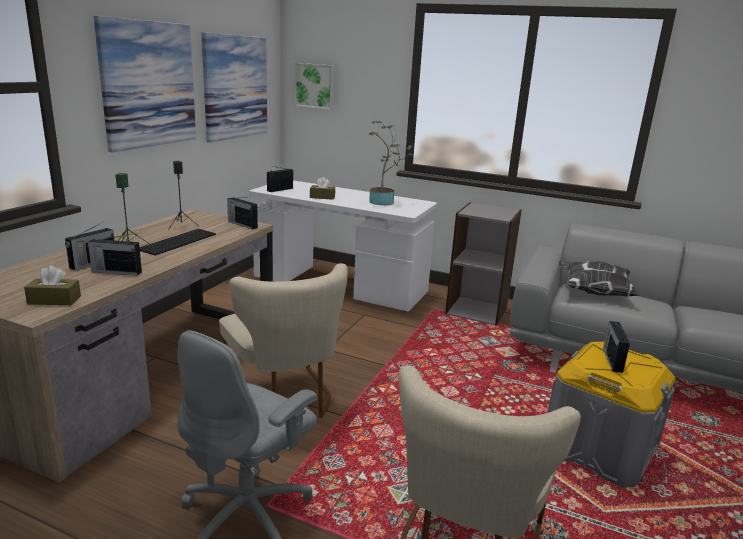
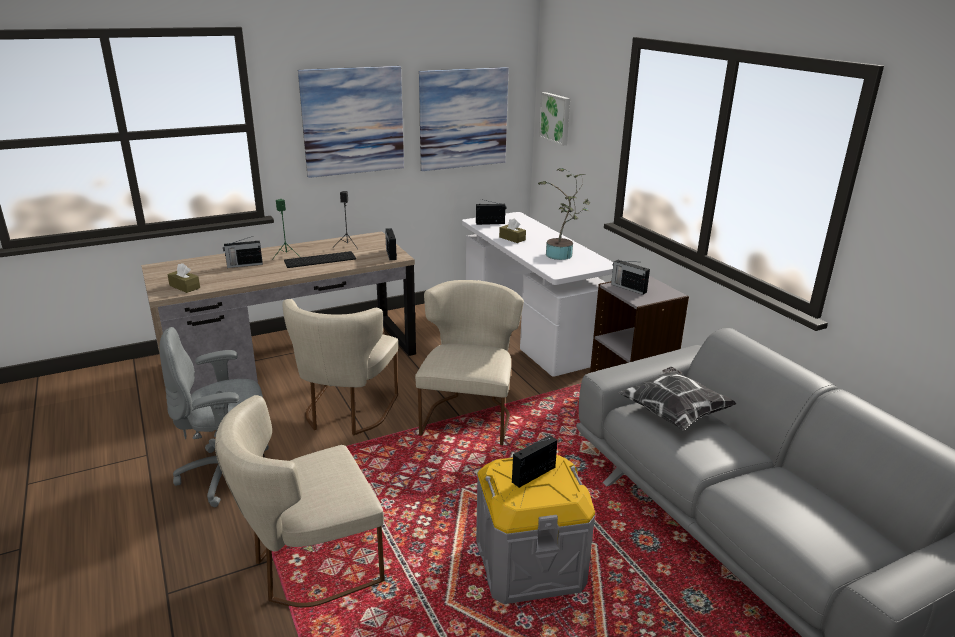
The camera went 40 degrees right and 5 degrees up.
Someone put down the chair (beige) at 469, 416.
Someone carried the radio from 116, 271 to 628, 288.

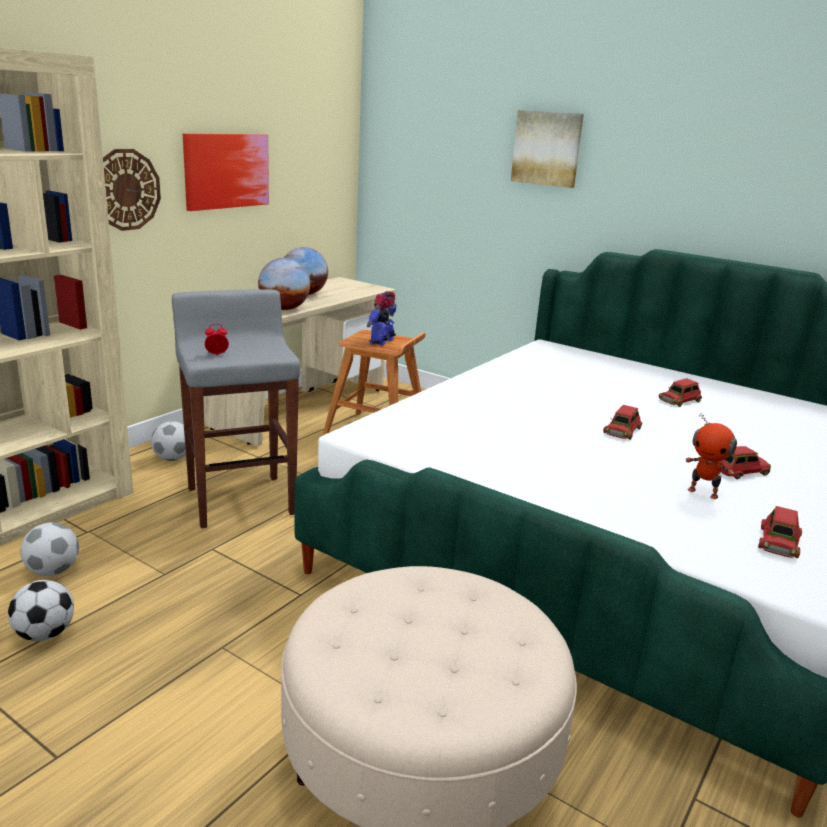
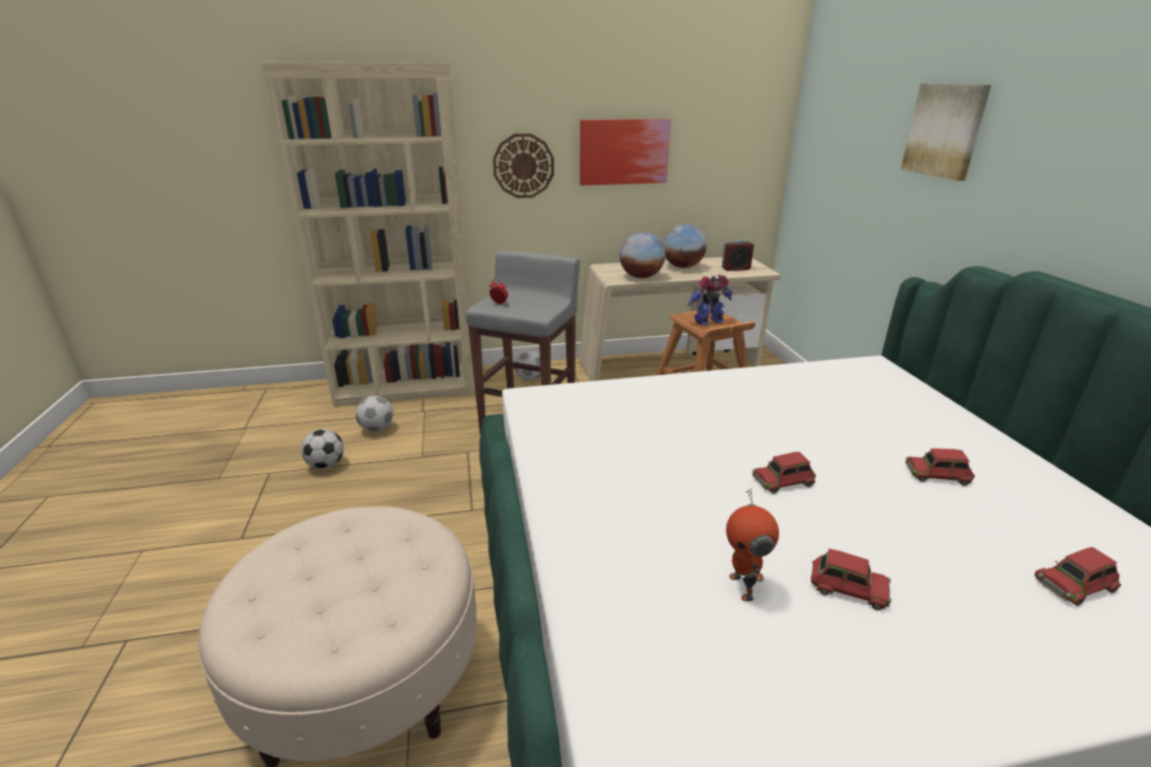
The camera went 45 degrees right and 5 degrees up.
Someone put down the alarm clock at 736, 268.
Someone carried the toy car (red) from 778, 542 to 1075, 584.

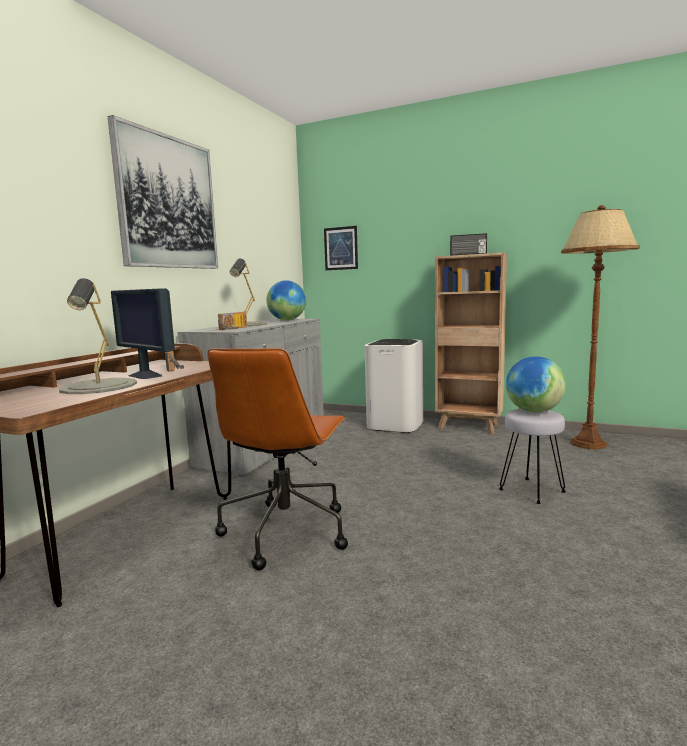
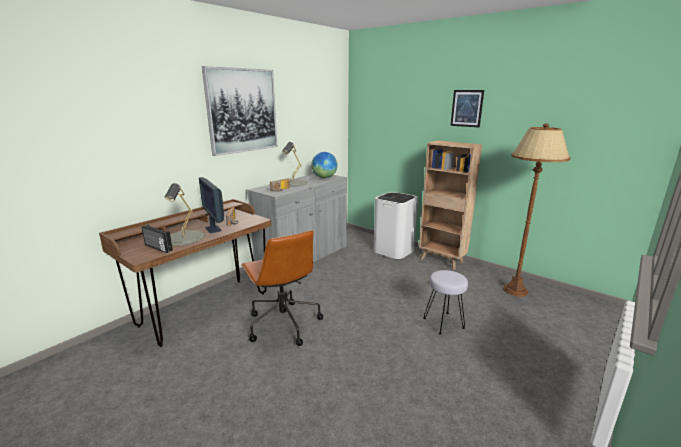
The camera went 15 degrees right and 10 degrees up.
Someone carried the radio from 468, 255 to 157, 248.
Someone rotated the office chair (brown) at 286, 531 by 60 degrees counterclockwise.
Someone carried the picture from 341, 248 to 466, 108.
Someone took away the globe at 533, 411.

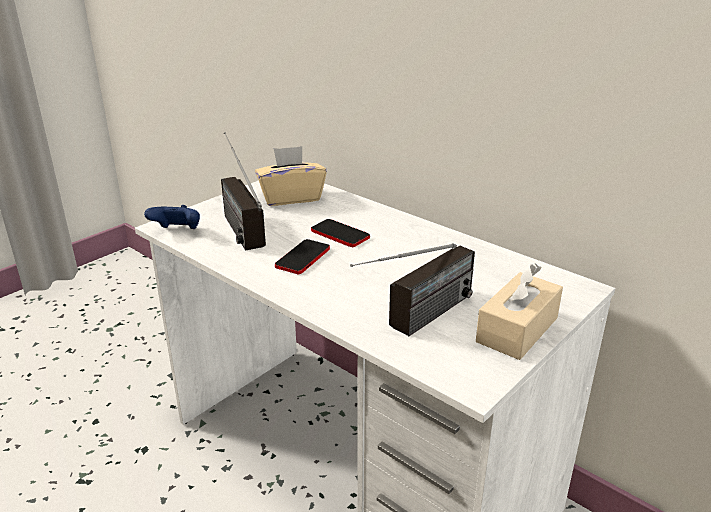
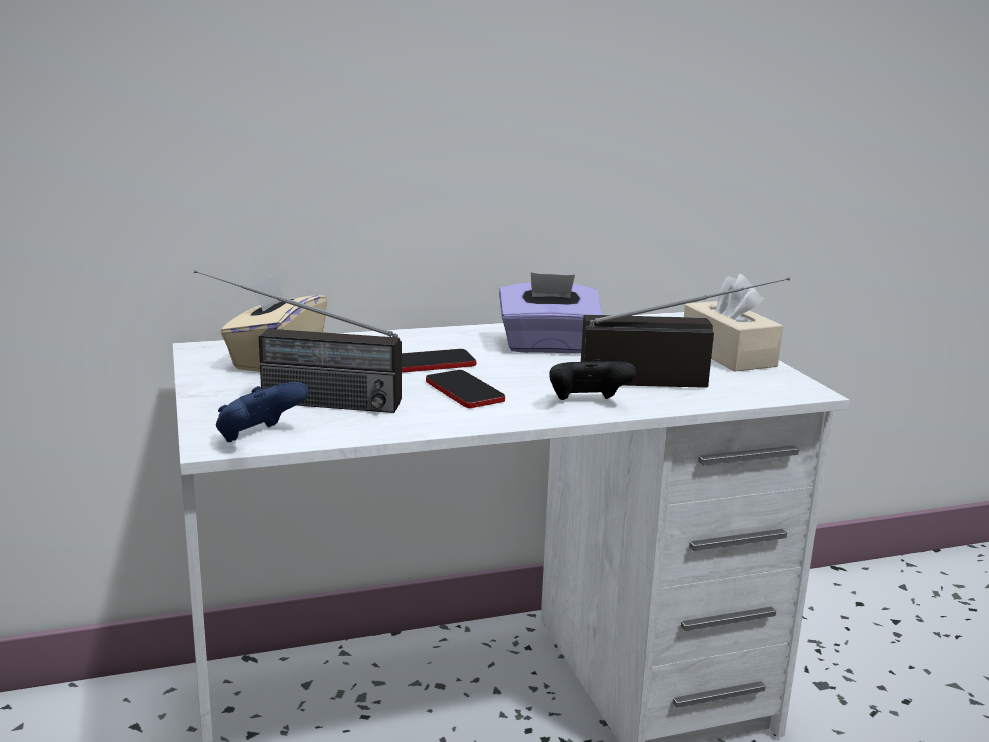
The camera went 60 degrees left and 10 degrees down.
Someone put down the tissue box (purple) at 548, 347.
Someone put down the game controller (black) at 587, 403.
Someone rotated the radio at 416, 322 by 75 degrees counterclockwise.

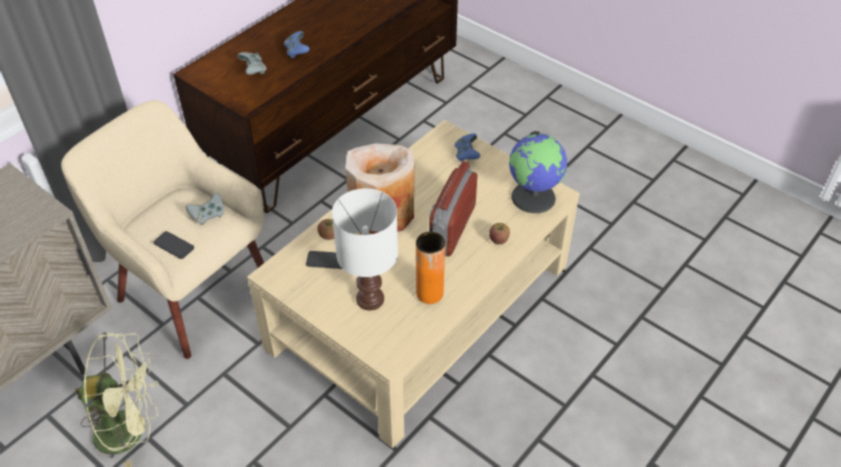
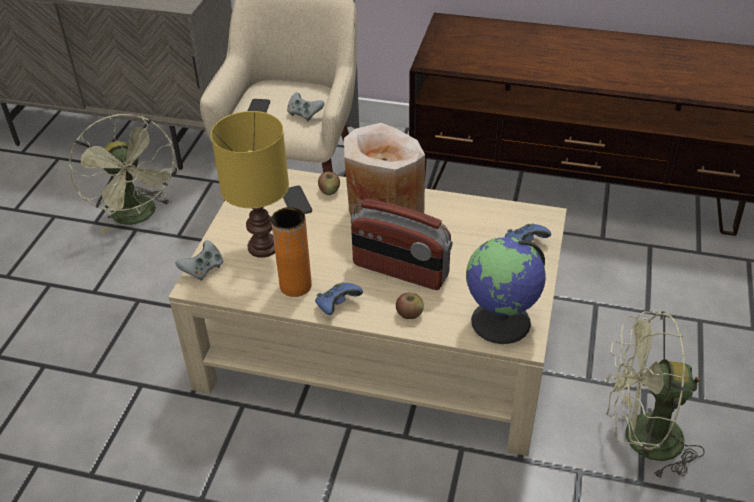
The camera went 65 degrees right and 5 degrees down.
Someone carried the game controller (grey) from 253, 70 to 203, 269.
Someone repainted the table lamp (white) at 369, 300, which became the table lamp (yellow) at 262, 246.
Someone carried the game controller (blue) from 297, 51 to 337, 305.
Someone rotated the radio at 451, 228 by 150 degrees counterclockwise.
Someone put down the fan (green) at 640, 439.

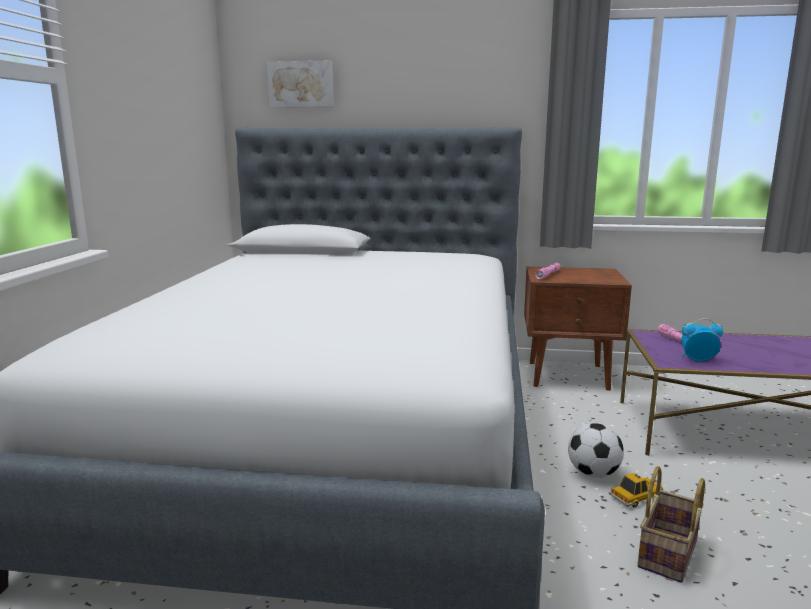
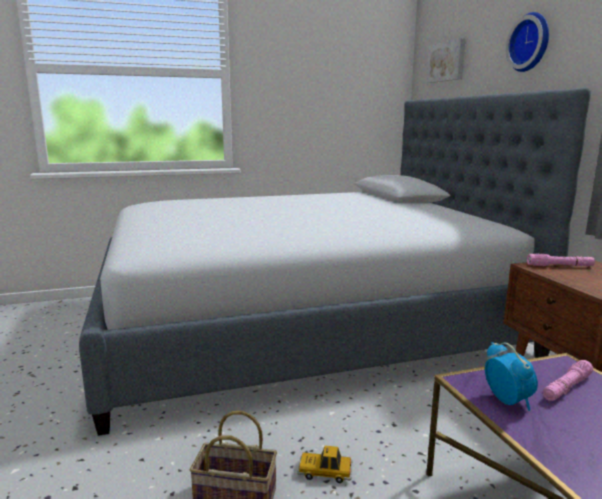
The camera went 65 degrees right and 0 degrees up.
Someone rotated the toy car at 636, 497 by 150 degrees clockwise.
Someone put up the wall clock at 531, 42.
Someone took away the football at 593, 473.

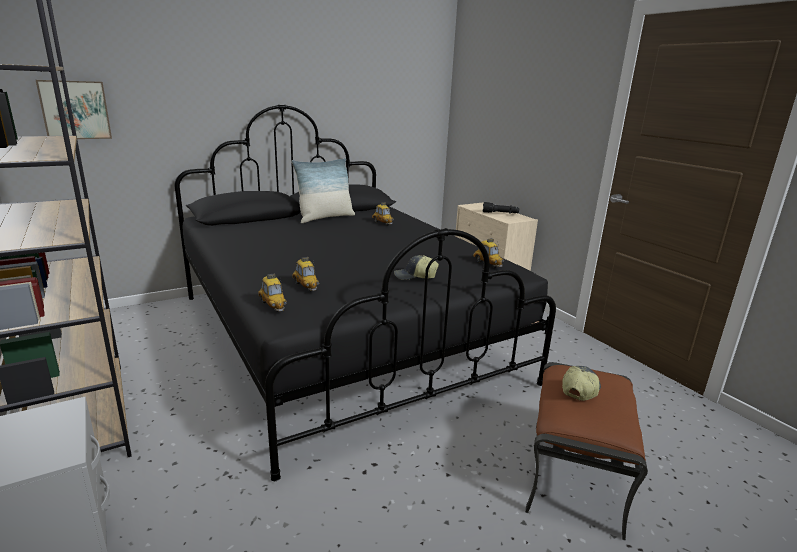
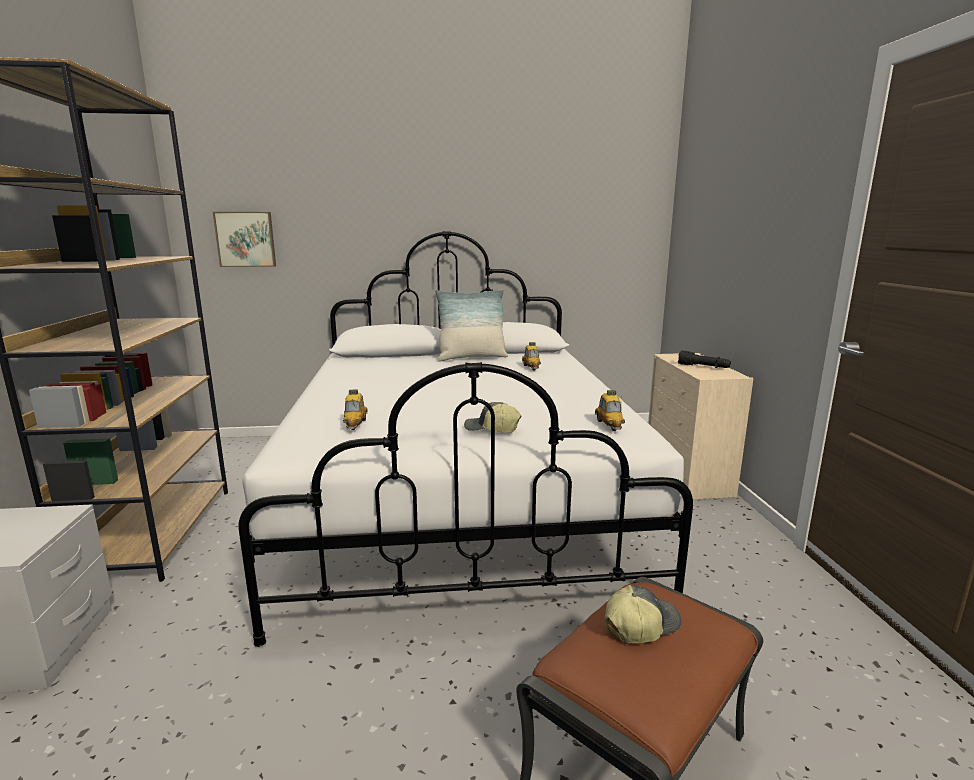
The camera went 25 degrees right and 5 degrees down.
Someone repainted the bed (black) at 342, 336, which became the bed (white) at 460, 499.
Someone took away the toy car at 273, 305.

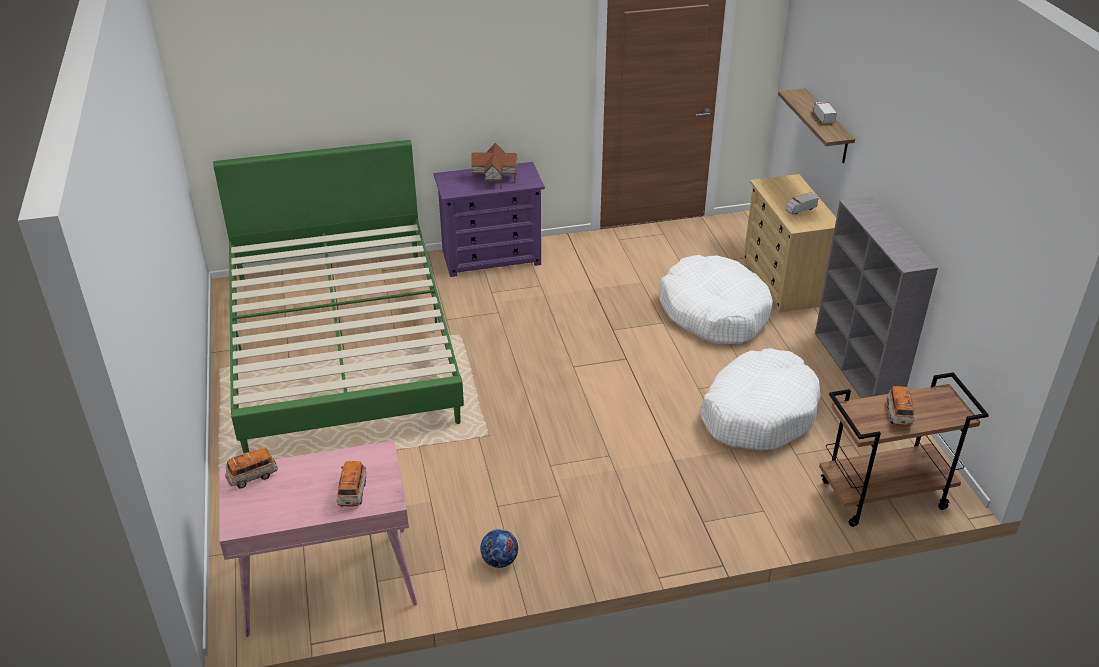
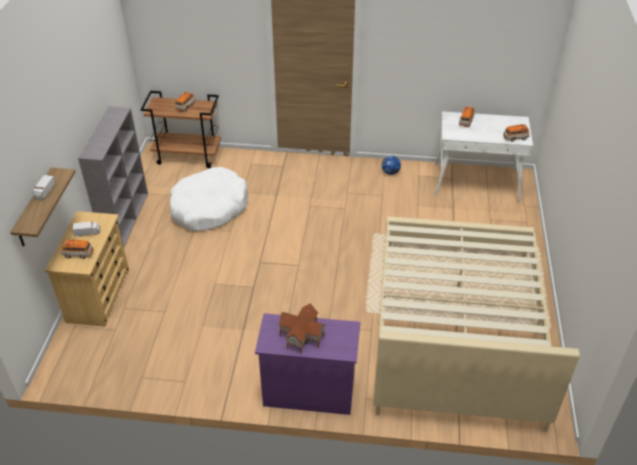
The camera went 160 degrees left and 5 degrees up.
Someone put down the toy car at 78, 254.
Someone repainted the bed (green) at 342, 344, which became the bed (beige) at 457, 327.
Someone repainted the desk (pink) at 327, 582, which became the desk (white) at 476, 182.
Someone took away the dog bed (white) at 714, 312.

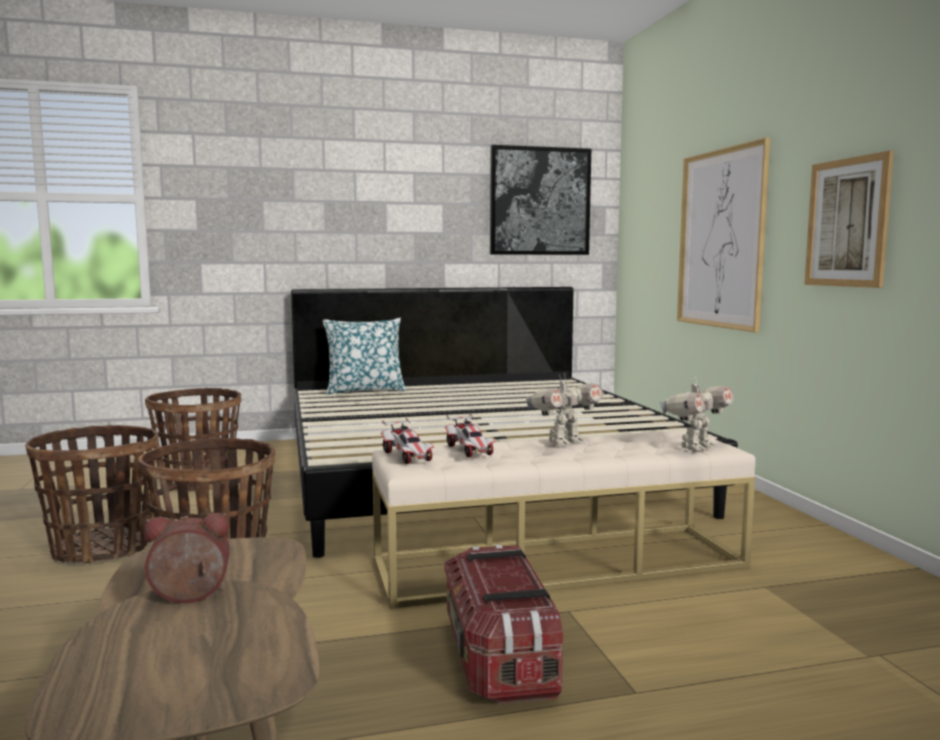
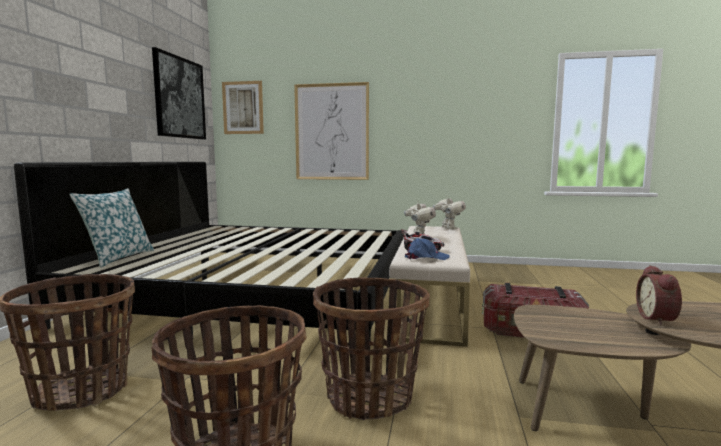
The camera went 65 degrees left and 0 degrees up.
Someone carried the picture from 847, 223 to 243, 108.
Someone swapped the toy car at 408, 456 for the cap (blue) at 426, 257.

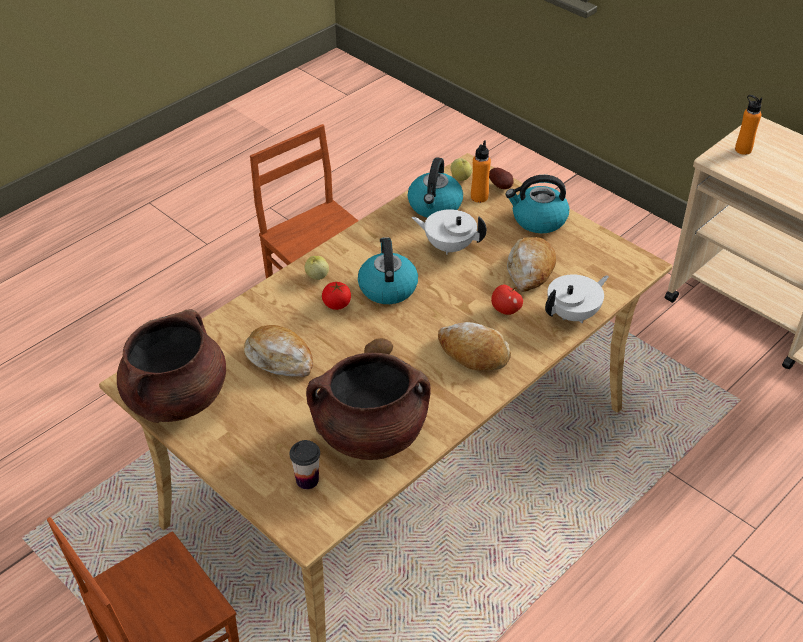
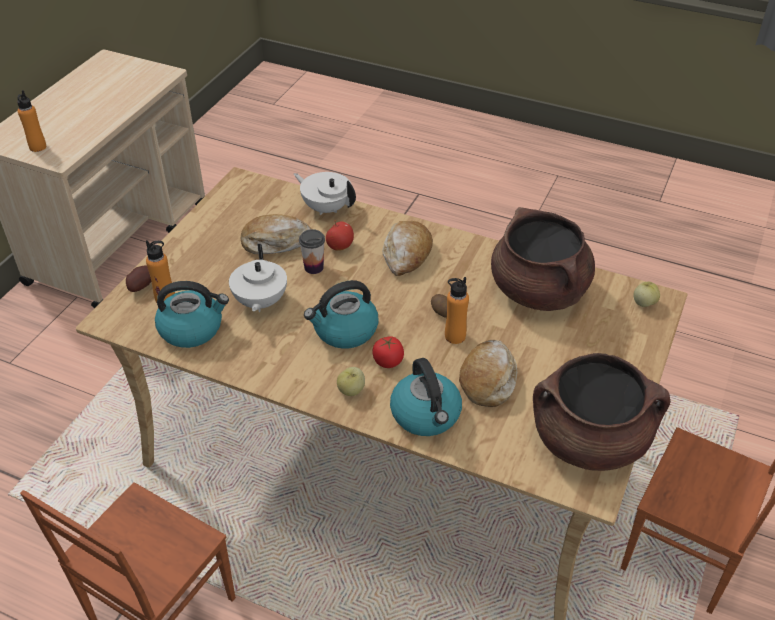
The camera went 110 degrees left and 0 degrees up.
Someone carried the cup from 307, 480 to 314, 267.
Someone carried the kettle from 538, 220 to 426, 415.
Someone put down the bottle (orange) at 455, 336.
Someone carried the apple from 460, 178 to 644, 303.

